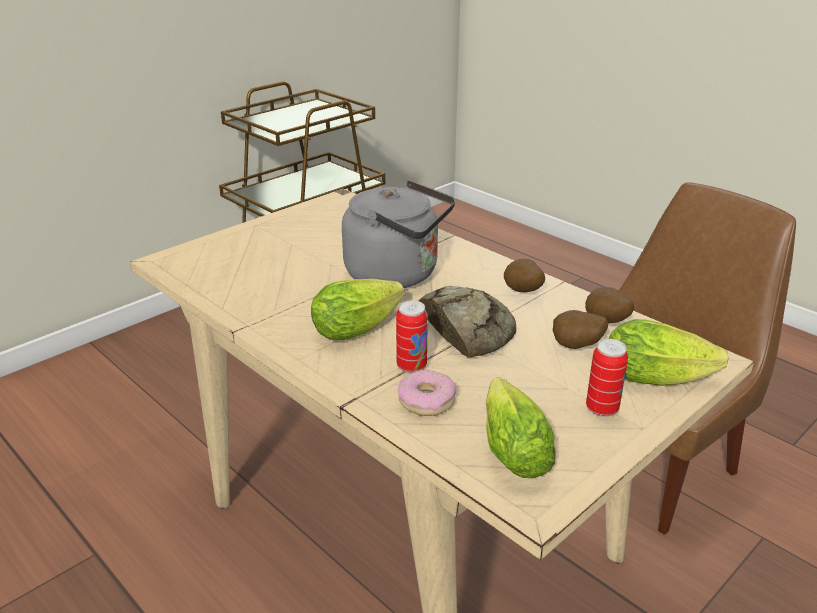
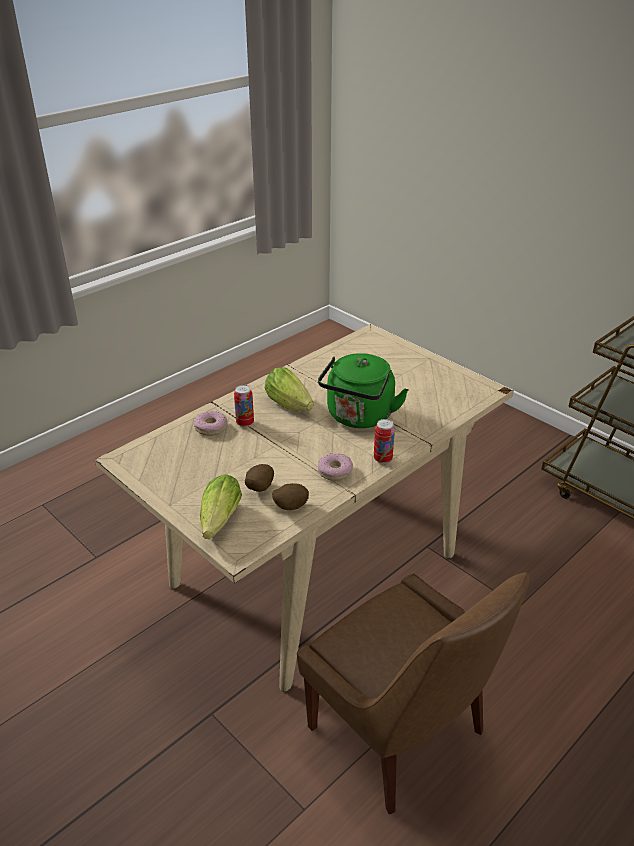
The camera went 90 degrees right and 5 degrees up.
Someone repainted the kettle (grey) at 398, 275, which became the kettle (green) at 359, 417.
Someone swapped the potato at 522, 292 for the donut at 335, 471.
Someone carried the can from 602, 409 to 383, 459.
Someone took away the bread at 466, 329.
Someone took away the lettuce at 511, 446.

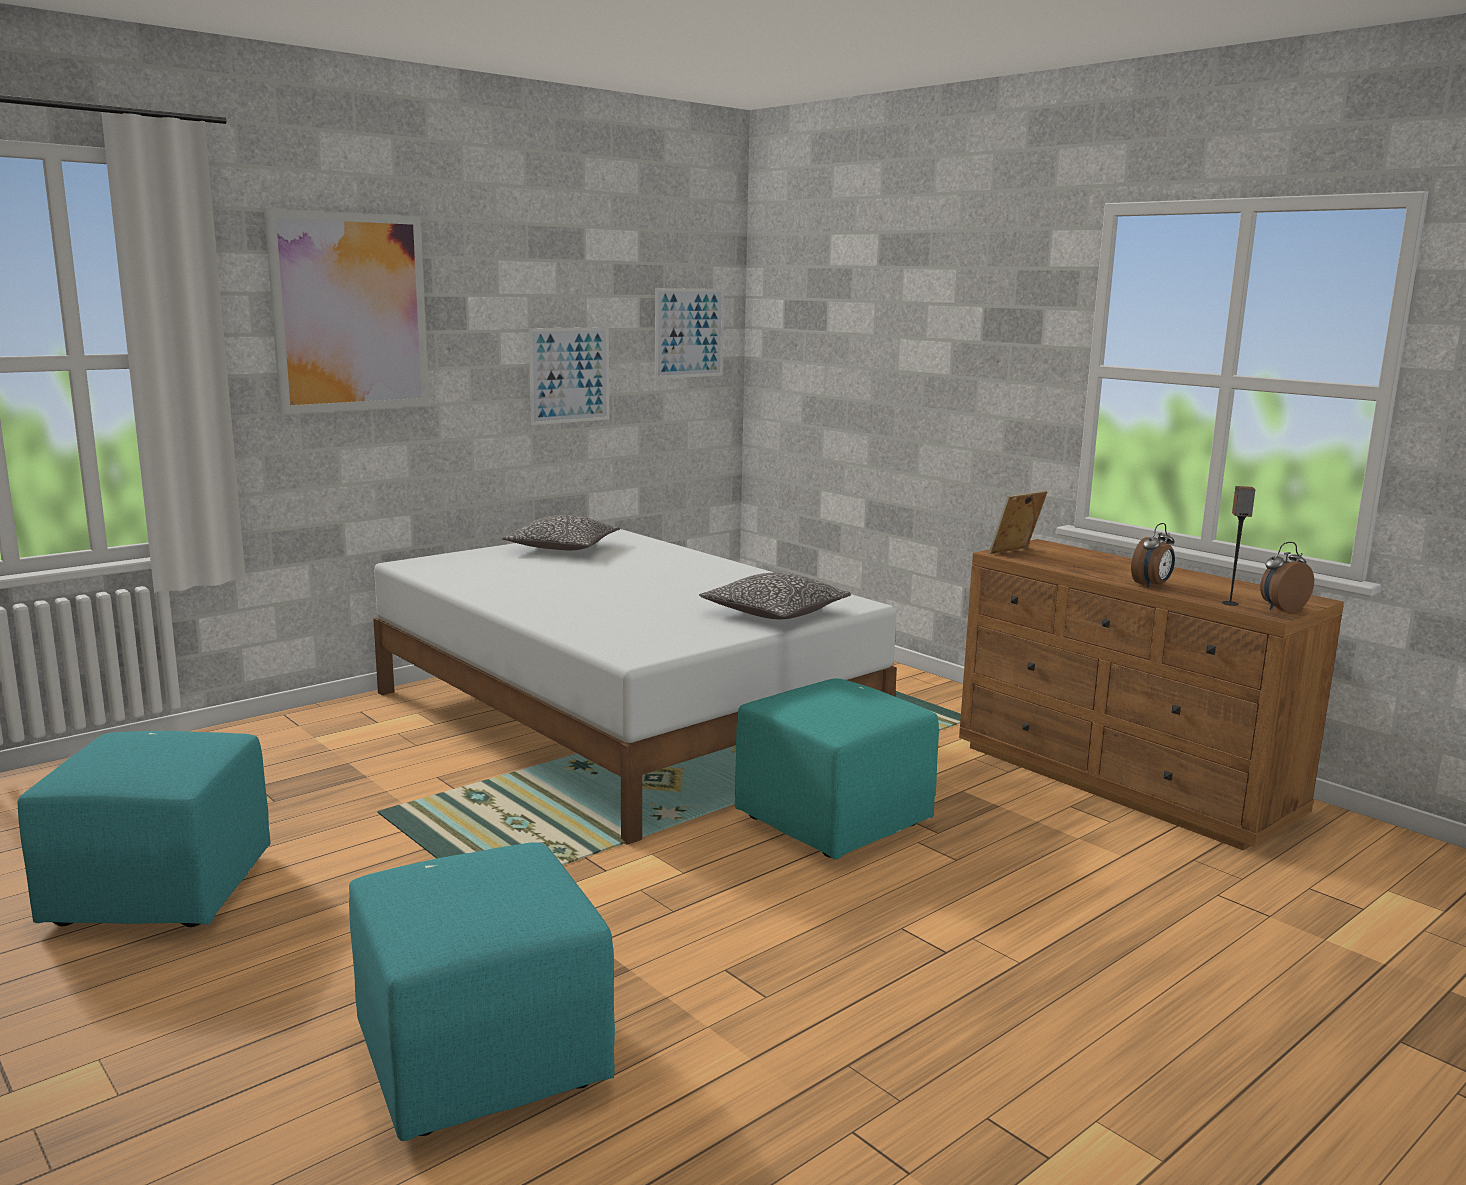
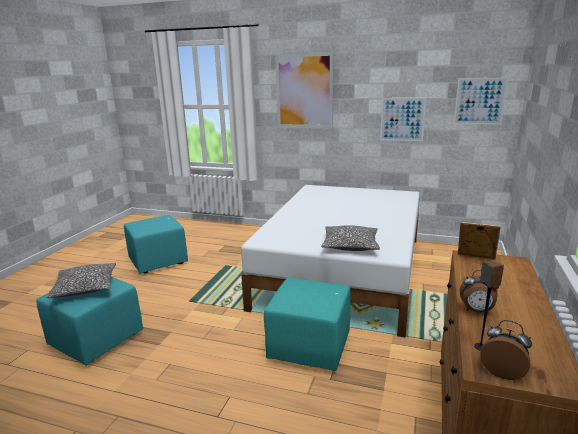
The camera went 60 degrees right and 5 degrees up.
Someone carried the pillow from 562, 548 to 85, 287.

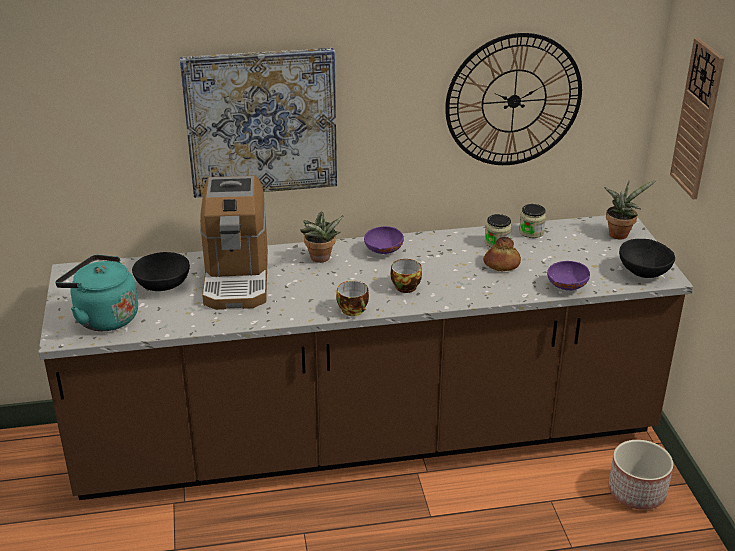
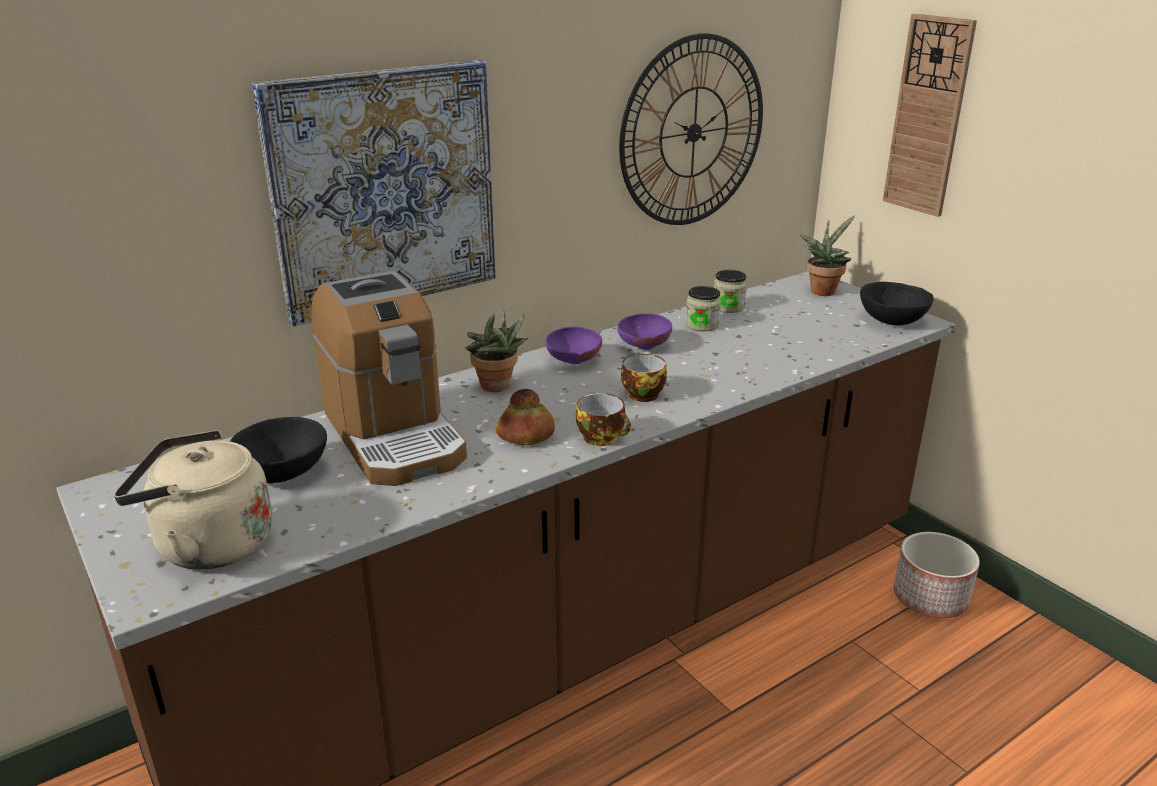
The camera went 25 degrees left and 5 degrees down.
Someone repainted the kettle (turquoise) at 103, 317, which became the kettle (beige) at 208, 545.
Someone carried the bread from 501, 264 to 525, 434.
Someone carried the bowl (purple) from 566, 287 to 643, 346.

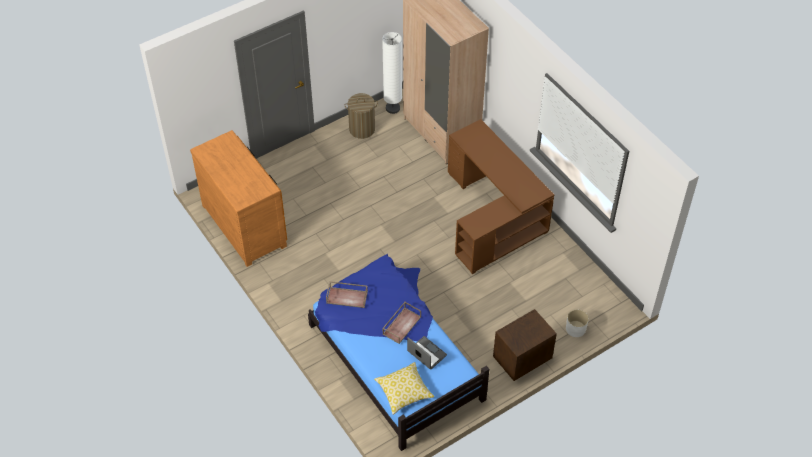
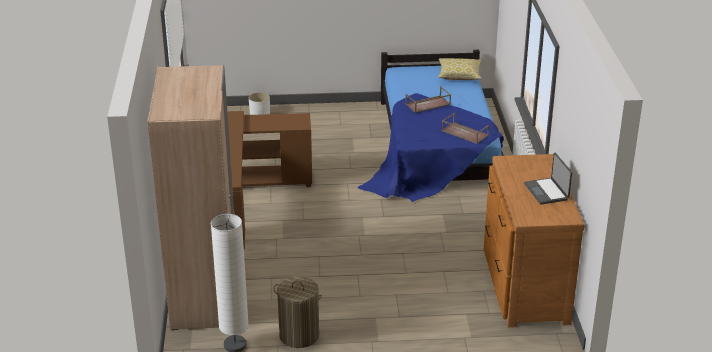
The camera went 150 degrees left and 20 degrees down.
Someone carried the laptop from 426, 354 to 547, 192.
Someone took away the nightstand (brown) at 521, 360.

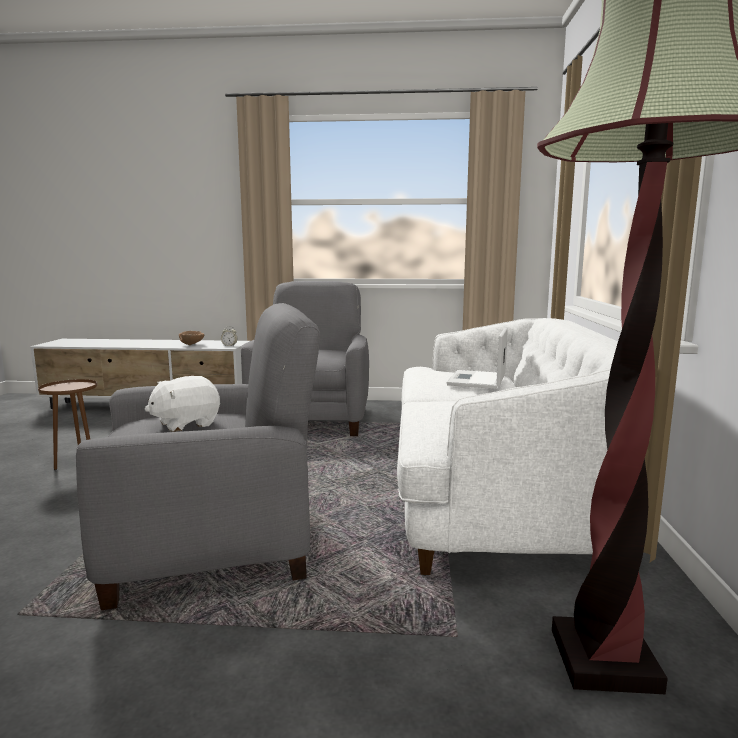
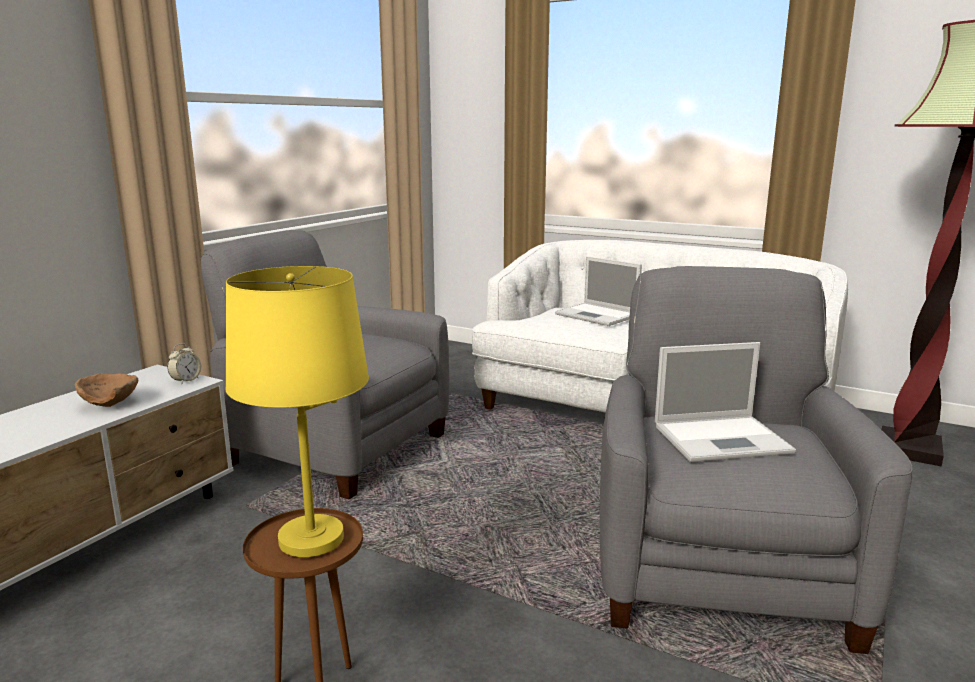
The camera went 65 degrees left and 5 degrees up.
Someone put down the table lamp (yellow) at 312, 539.
Someone swapped the plush toy (white) at 186, 424 for the laptop at 723, 438.

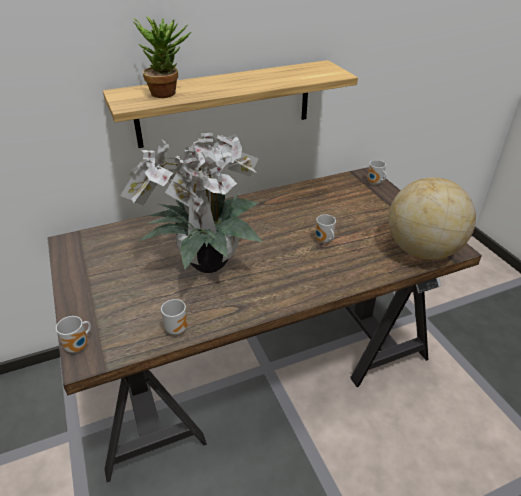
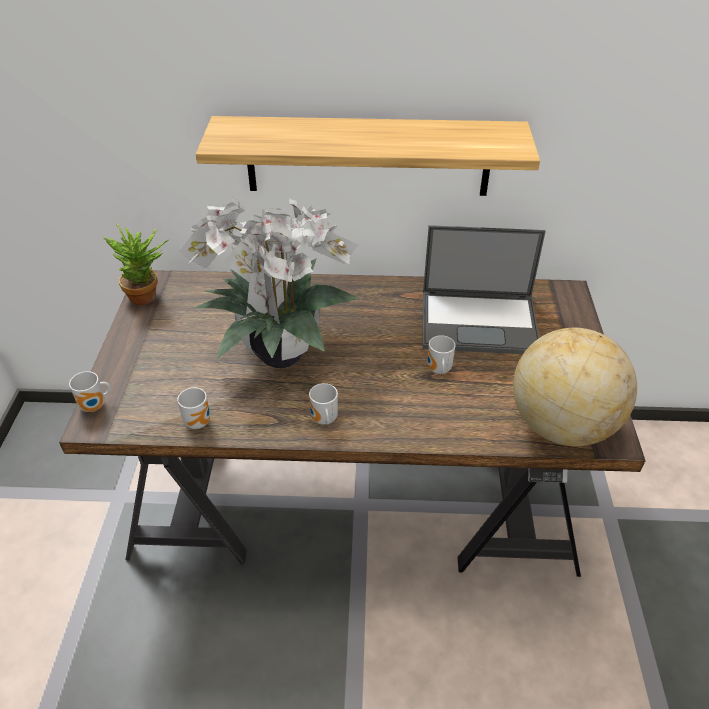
The camera went 25 degrees right and 5 degrees up.
Someone carried the potted plant from 168, 92 to 148, 297.
Someone carried the mug from 375, 183 to 323, 420.
Someone put down the laptop at 480, 322.

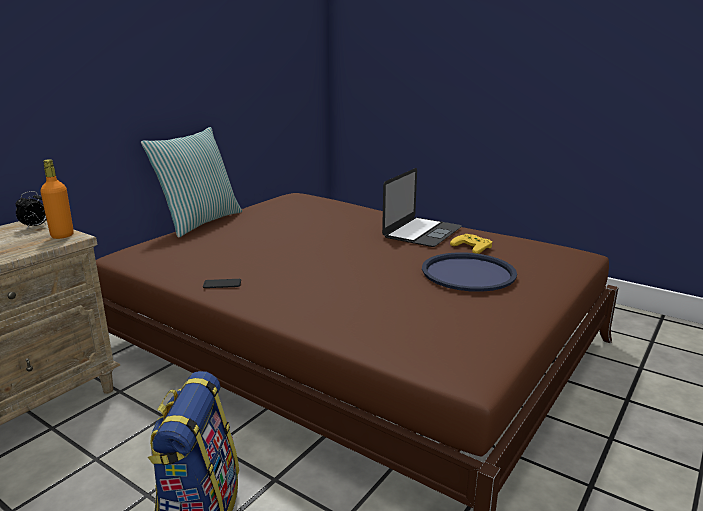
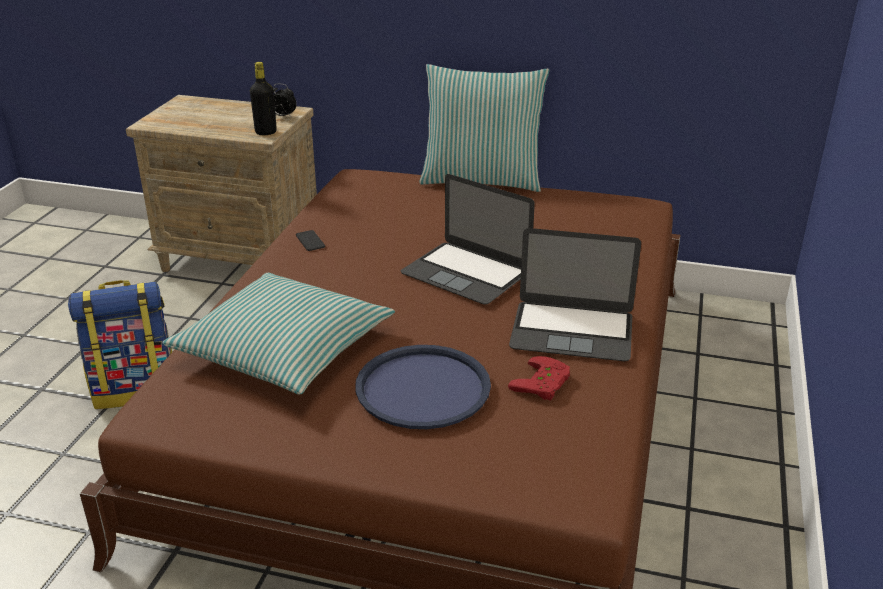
The camera went 70 degrees right and 10 degrees up.
Someone put down the pillow at 283, 349.
Someone repainted the bottle (orange) at 62, 235, which became the bottle (black) at 266, 132.
Someone put down the laptop at 465, 273.
Someone repainted the game controller (yellow) at 474, 246, which became the game controller (red) at 544, 384.

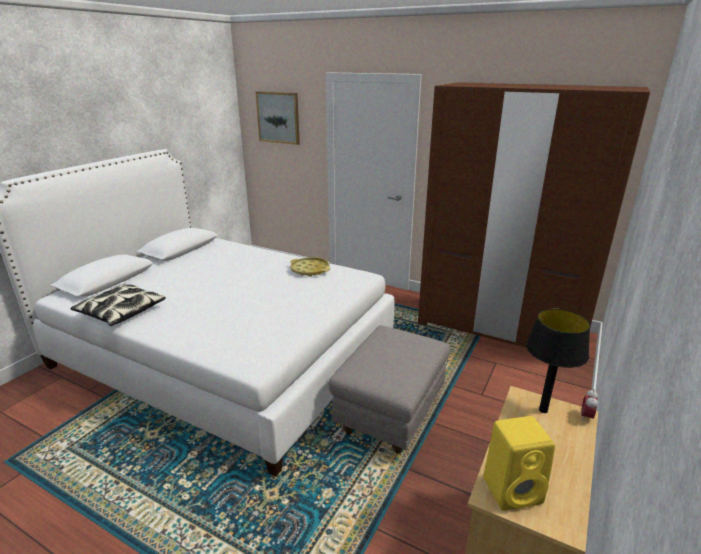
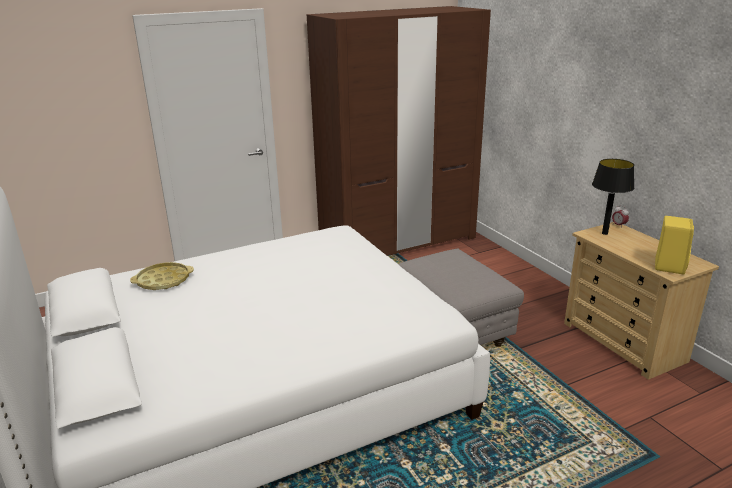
The camera went 55 degrees left and 0 degrees up.
Someone carried the tray (yellow) from 310, 270 to 163, 281.
Someone took away the pillow at 121, 312.
Someone took away the picture at 278, 117.

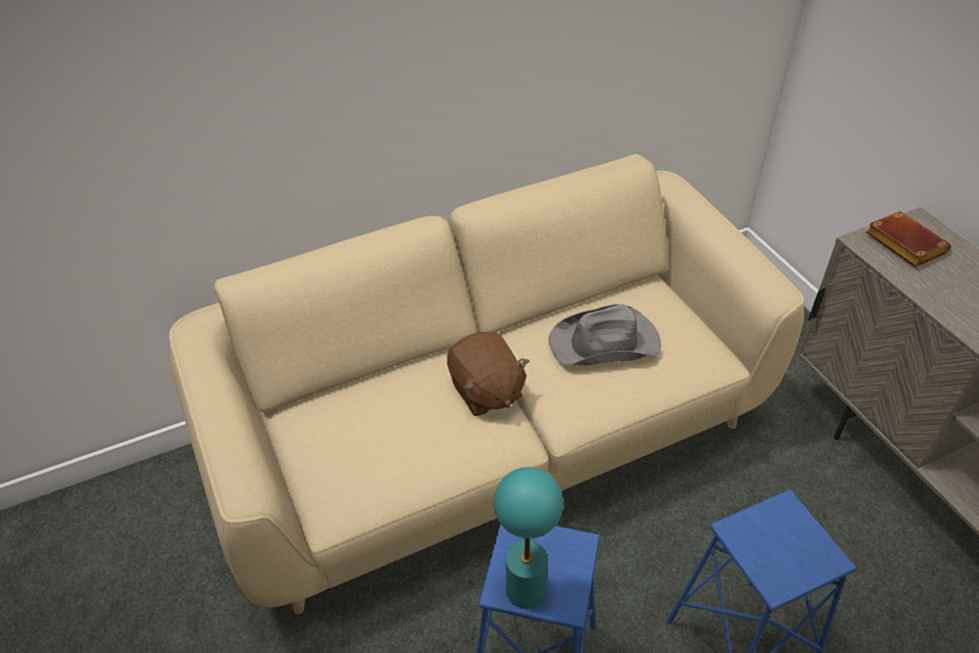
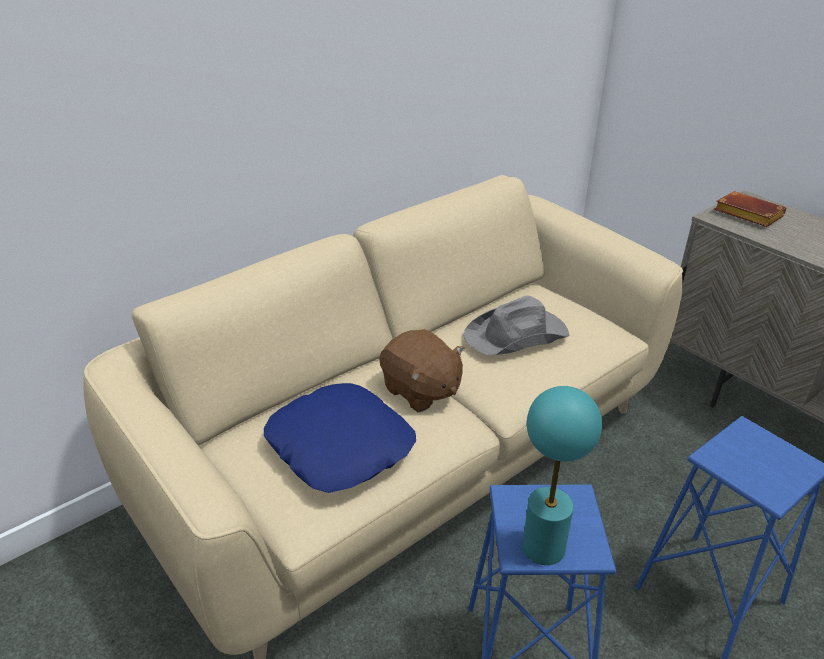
The camera went 15 degrees left and 10 degrees down.
Someone put down the pillow (blue) at 341, 446.

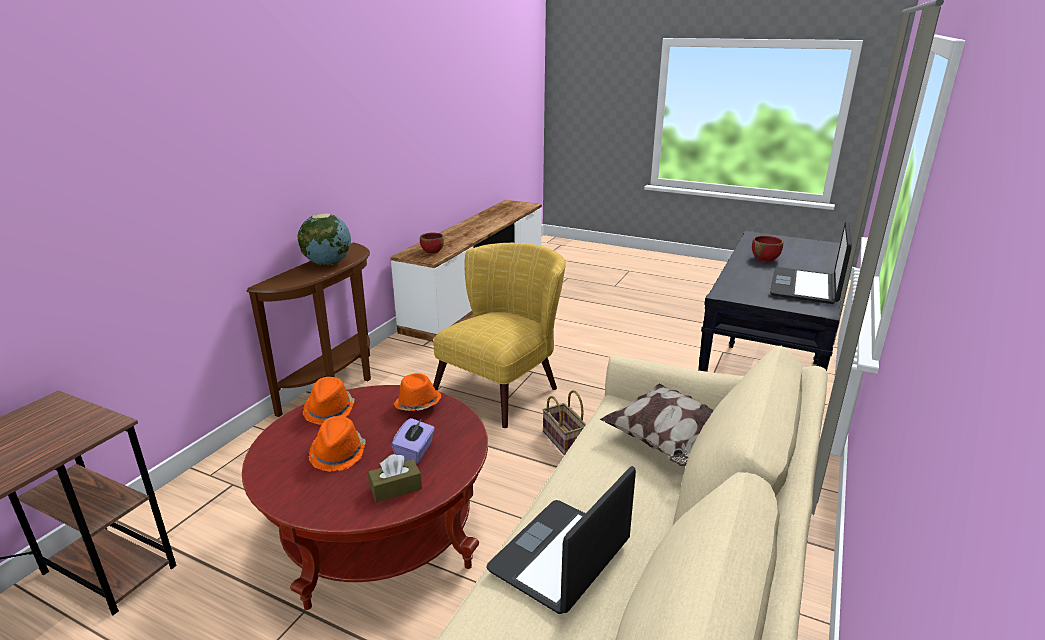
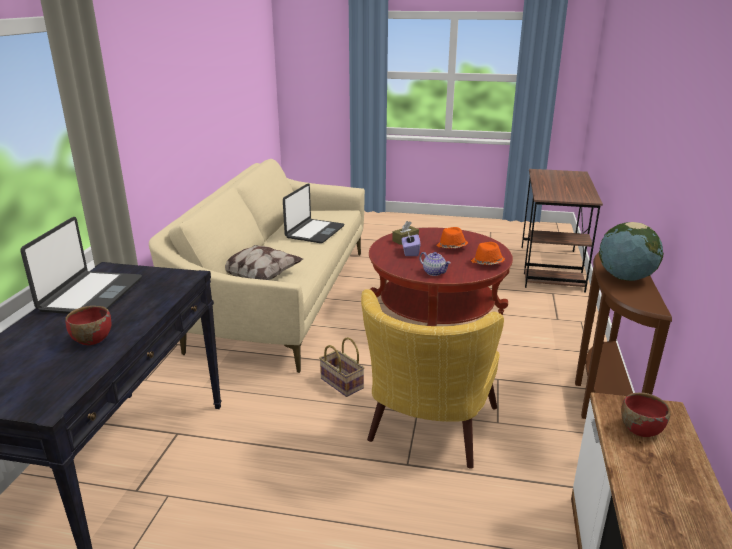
The camera went 165 degrees right and 0 degrees up.
Someone swapped the hat (orange) at 417, 404 for the teapot at 434, 272.

